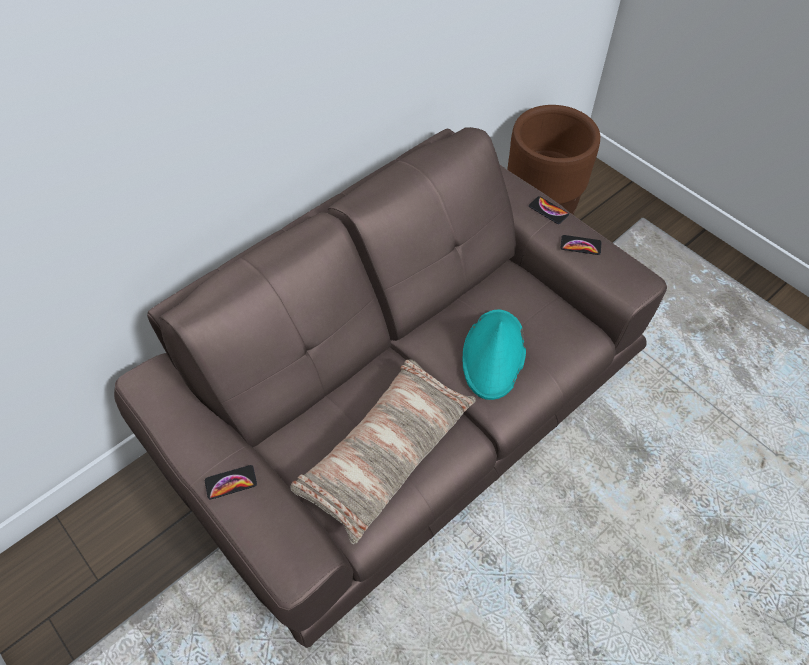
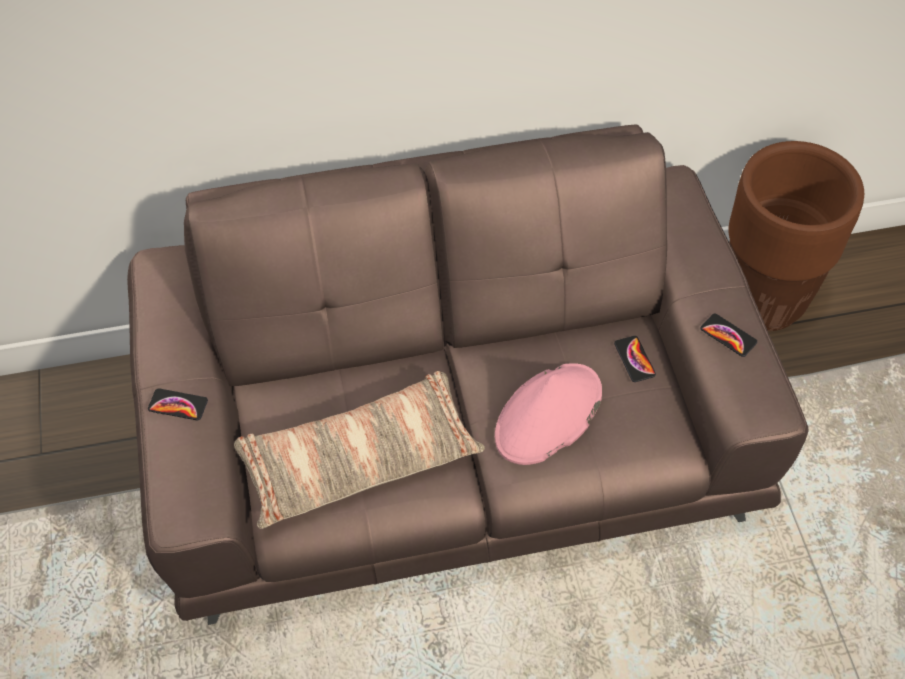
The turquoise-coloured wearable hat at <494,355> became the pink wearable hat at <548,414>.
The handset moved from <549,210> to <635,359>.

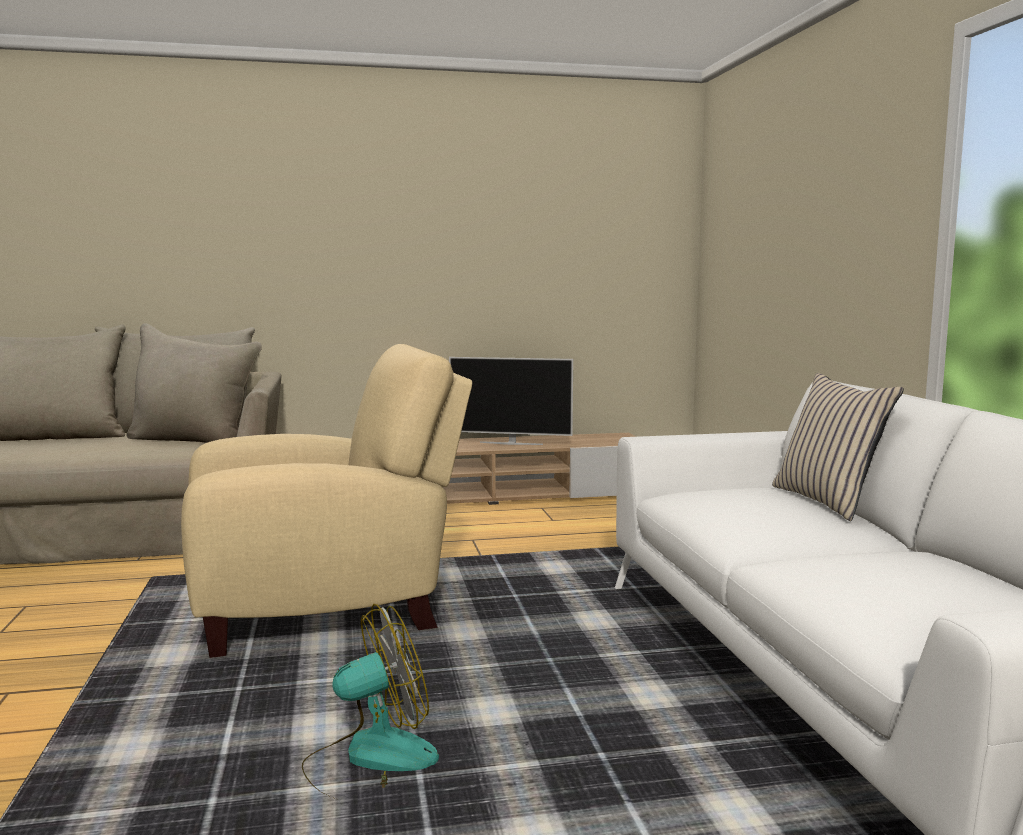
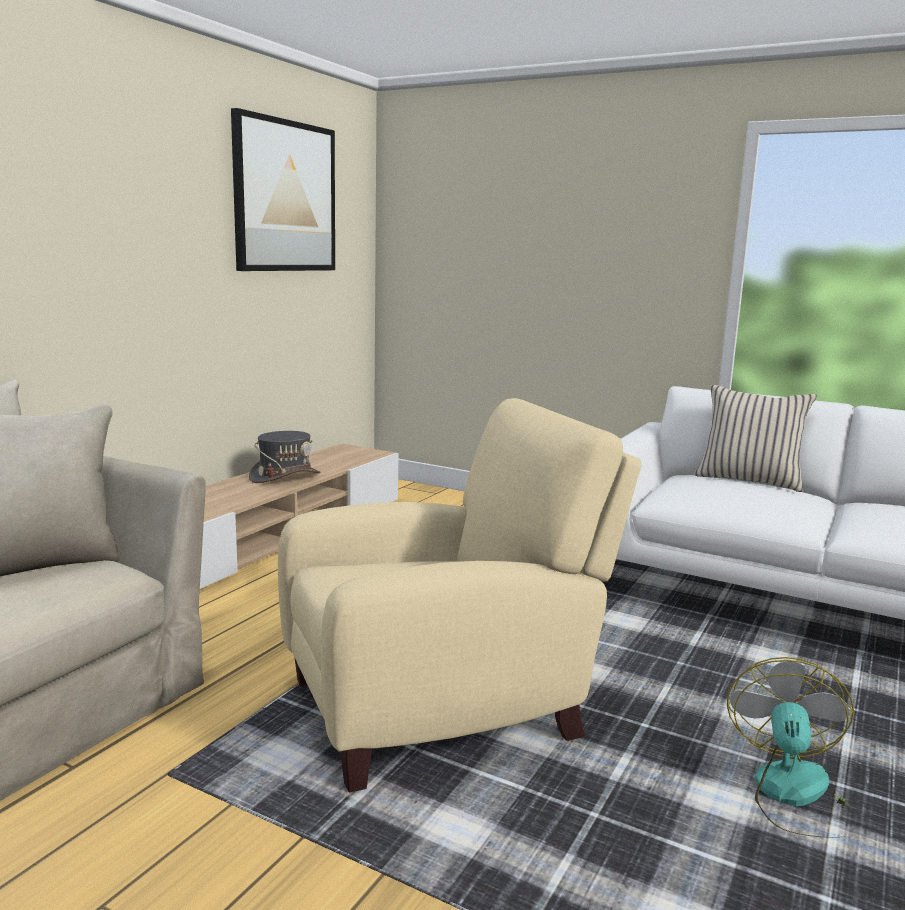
The beige easy chair at <326,501> turned 45 degrees clockwise.
The television at <511,401> was replaced by the greyish wearable hat at <284,457>.
The wall art at <283,189> appeared.

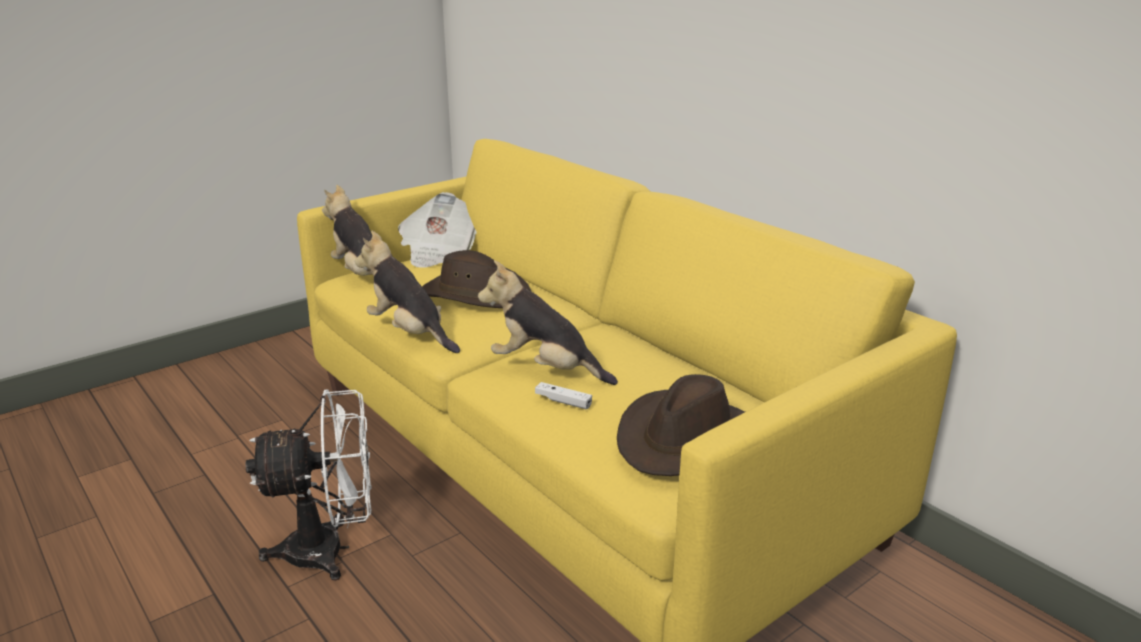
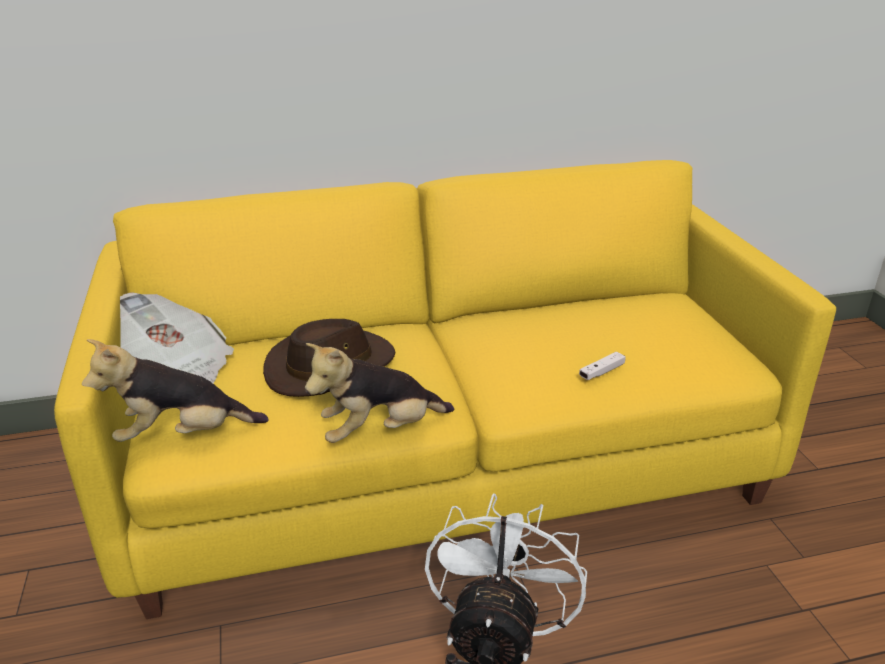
The plush toy at <548,322> disappeared.
The brown-coloured wearable hat at <681,425> disappeared.

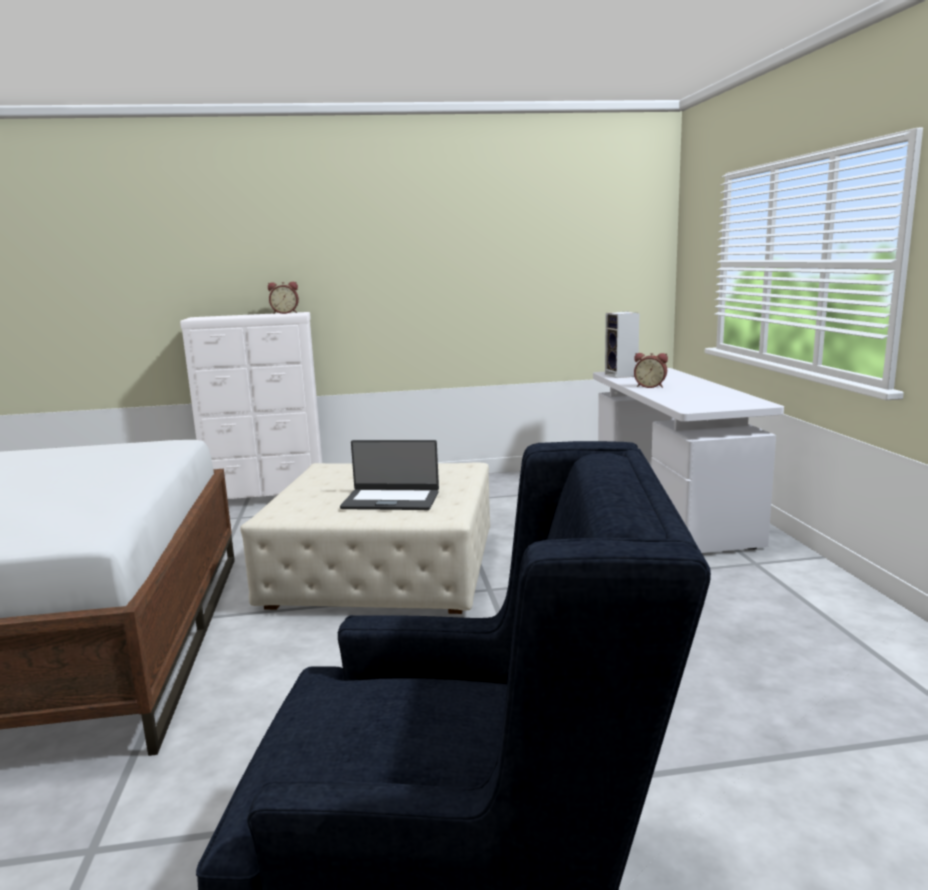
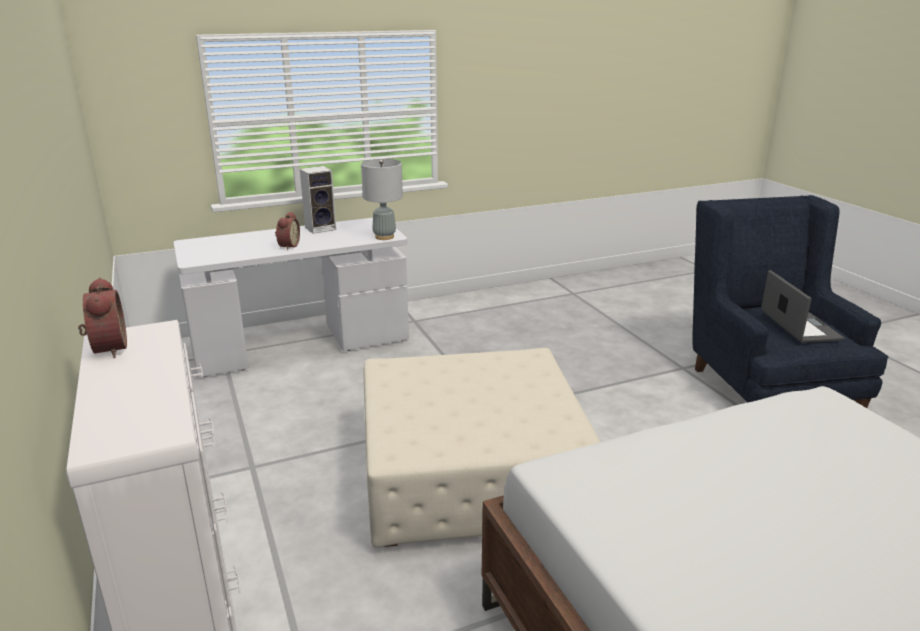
The laptop moved from <389,475> to <803,306>.
The audio speaker moved from <622,345> to <318,200>.
The greyish table lamp at <382,199> appeared.

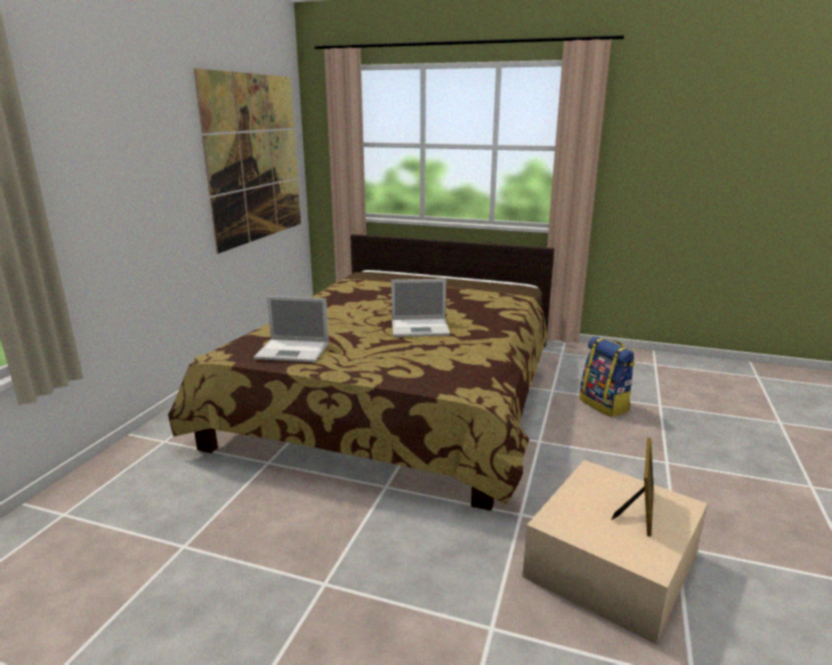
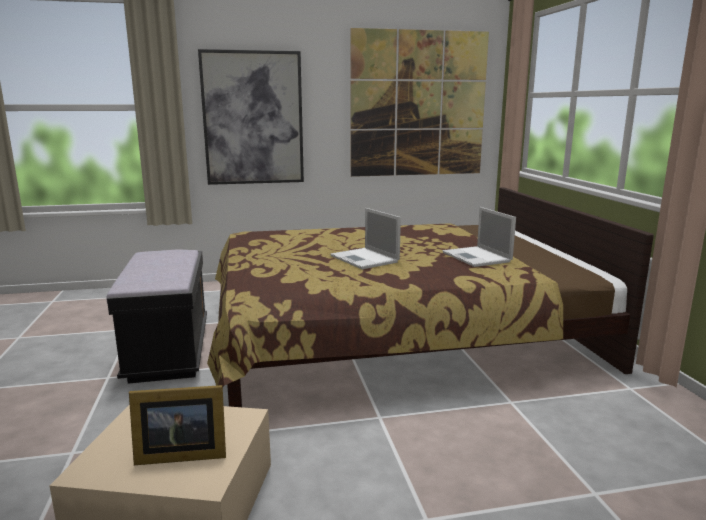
The laptop moved from <291,329> to <479,237>.
The knapsack at <607,376> disappeared.
The blackish long seat at <157,317> appeared.
The wall art at <251,117> appeared.

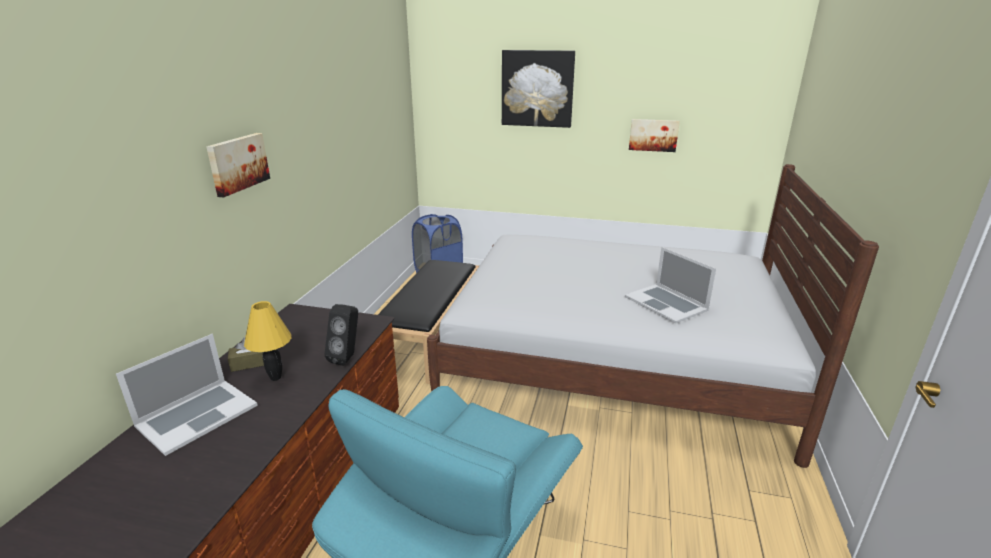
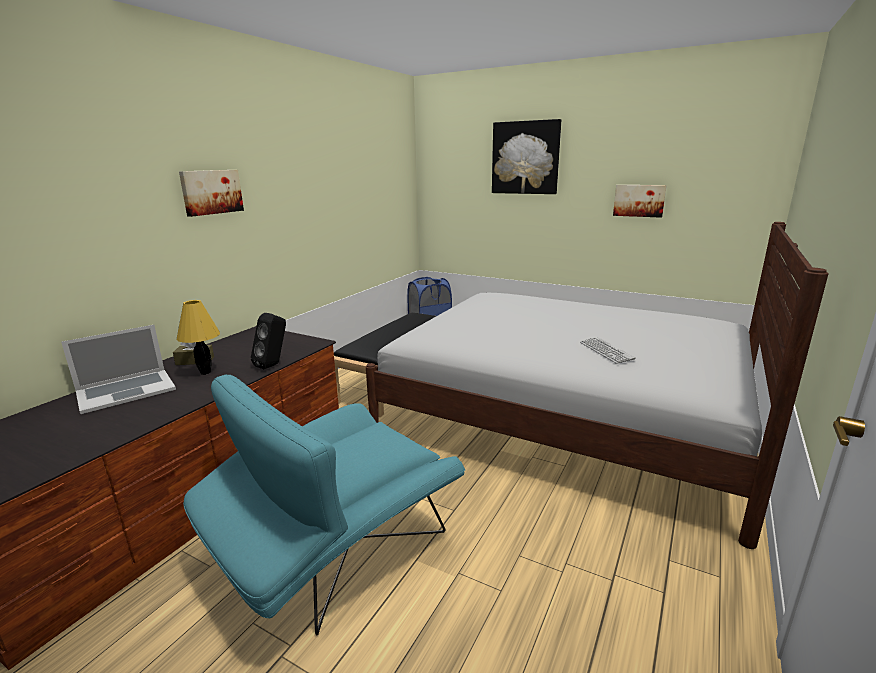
The laptop at <670,285> was replaced by the keyboard at <608,350>.

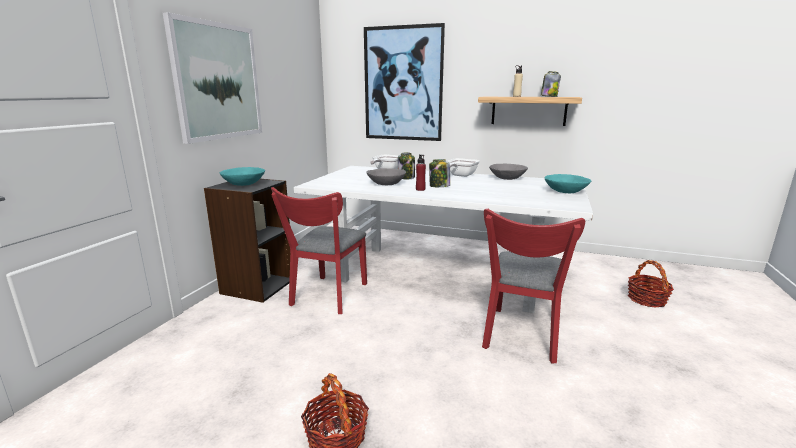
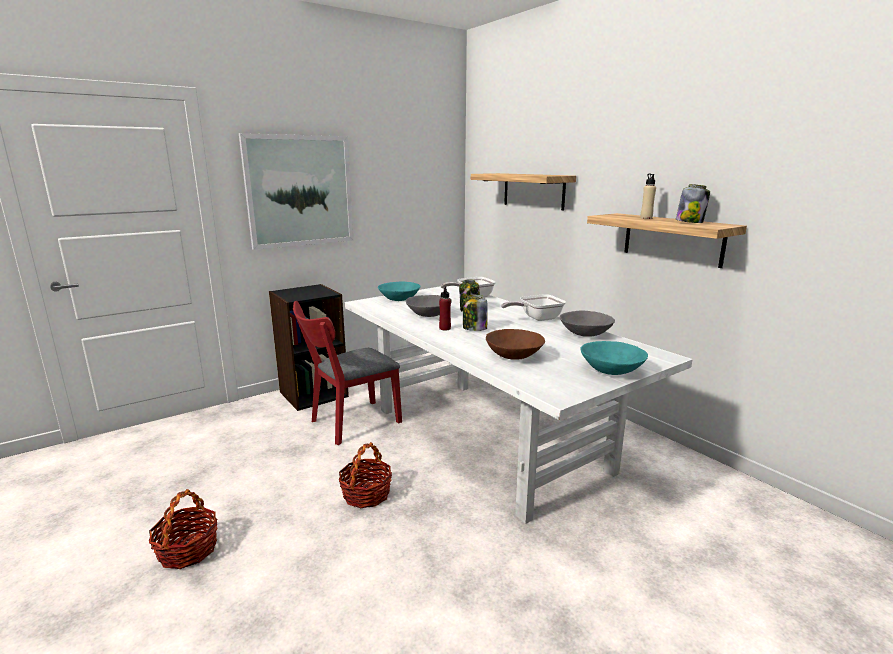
The turquoise-coloured bowl moved from <242,176> to <399,291>.
The wall art at <404,82> was replaced by the bracket shelf at <523,191>.
The reddish plain chair at <533,285> disappeared.
The storage basket moved from <651,284> to <365,475>.
The brown-coloured bowl at <515,344> appeared.

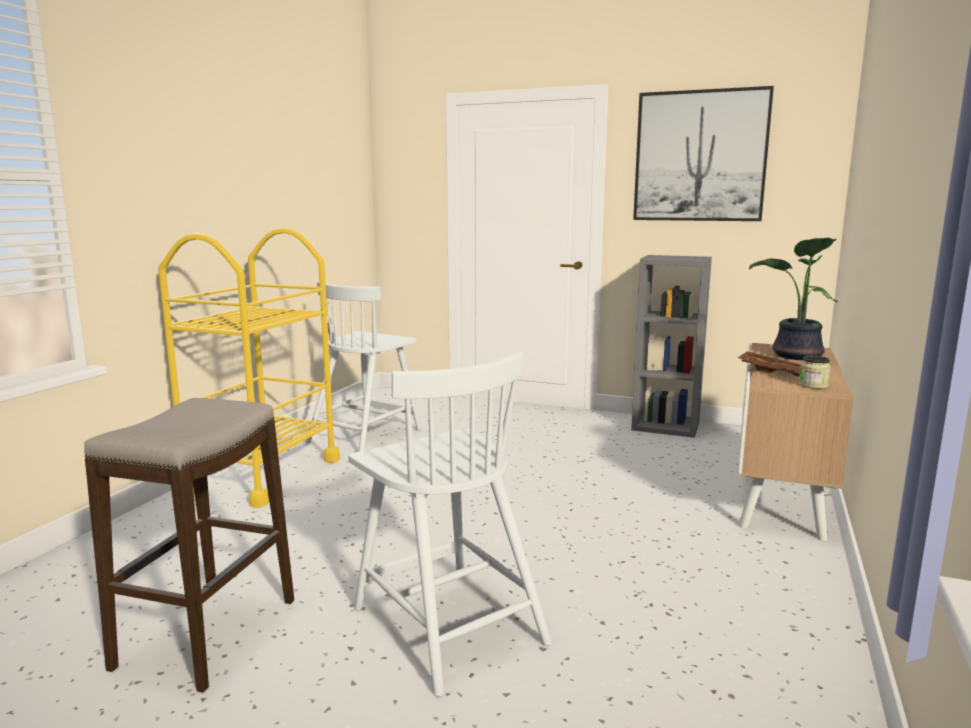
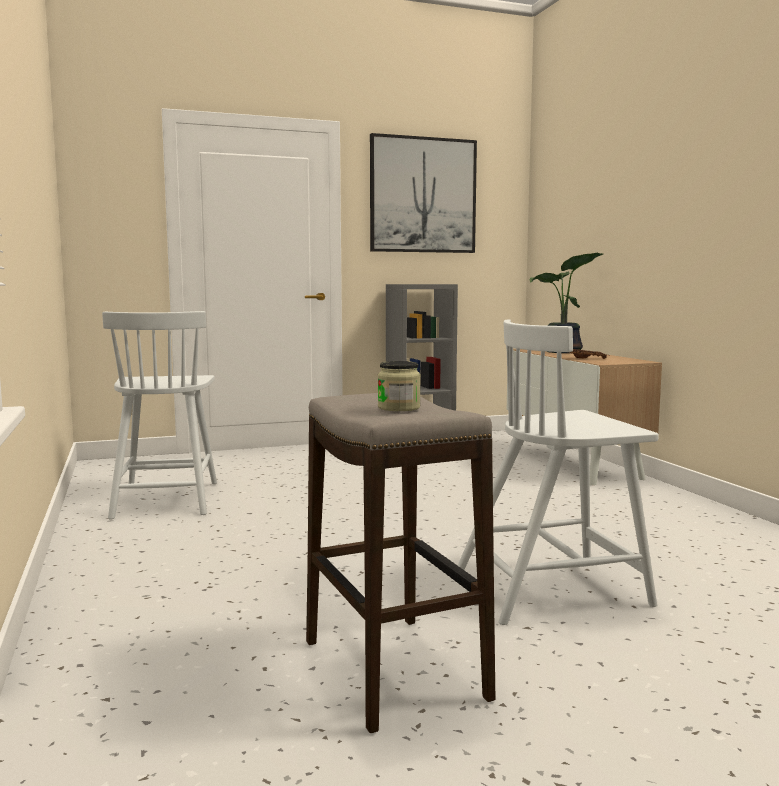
The yellow-coloured trolley at <249,368> disappeared.
The whitish plain chair at <450,524> turned 150 degrees clockwise.
The preserve jar moved from <815,372> to <399,386>.

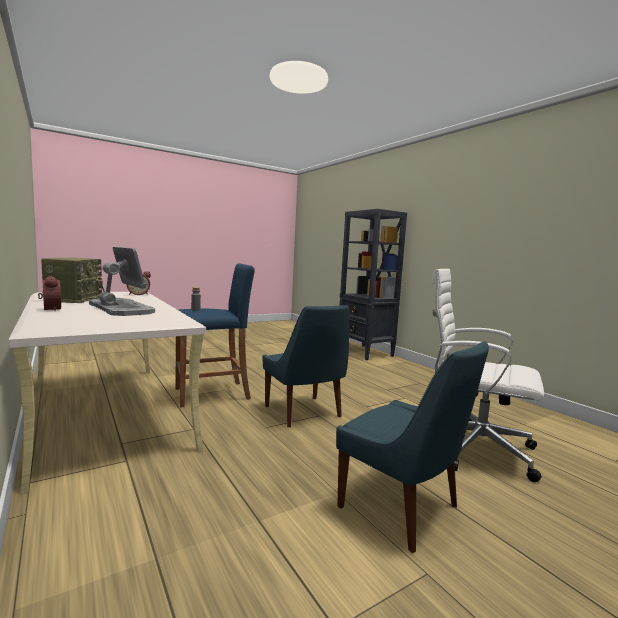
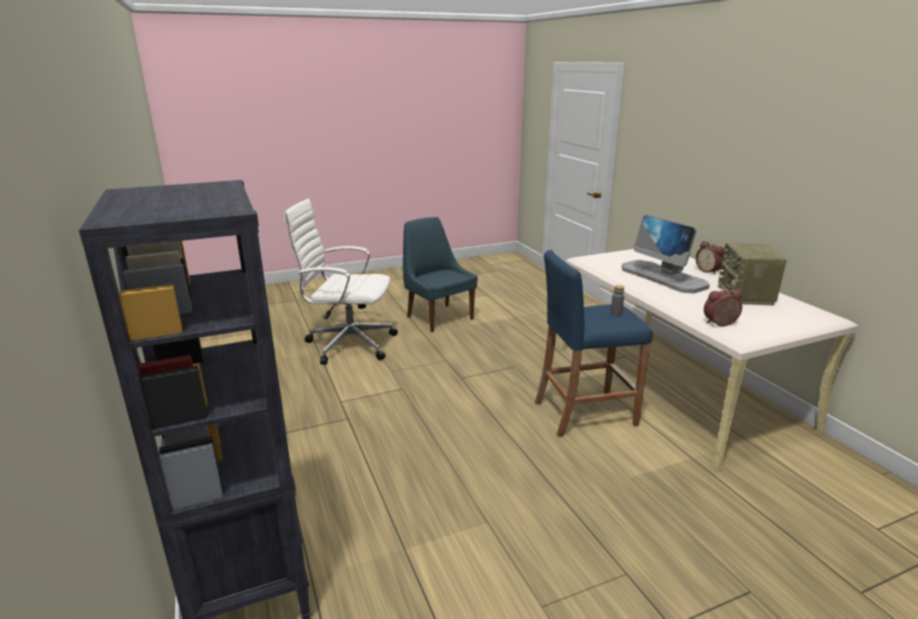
The blue plain chair at <305,366> disappeared.
The whitish office chair at <488,375> turned 150 degrees clockwise.

